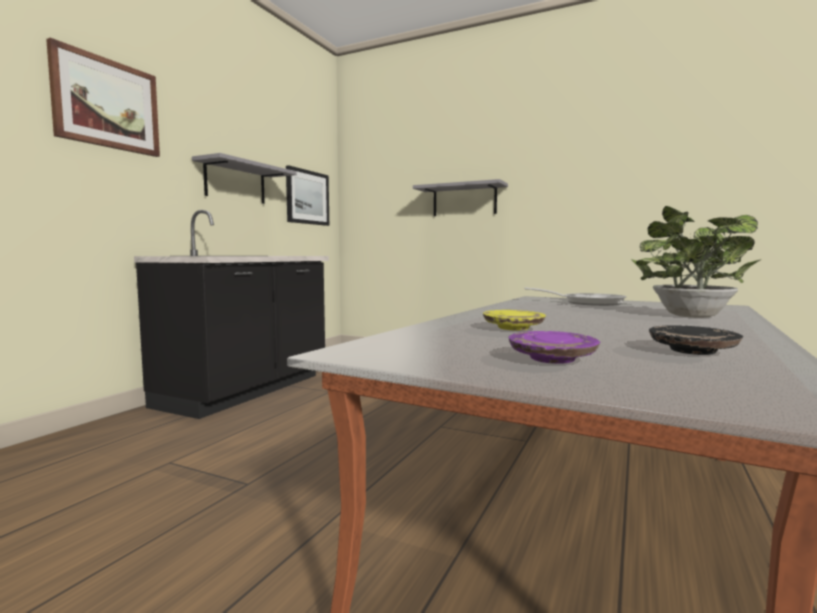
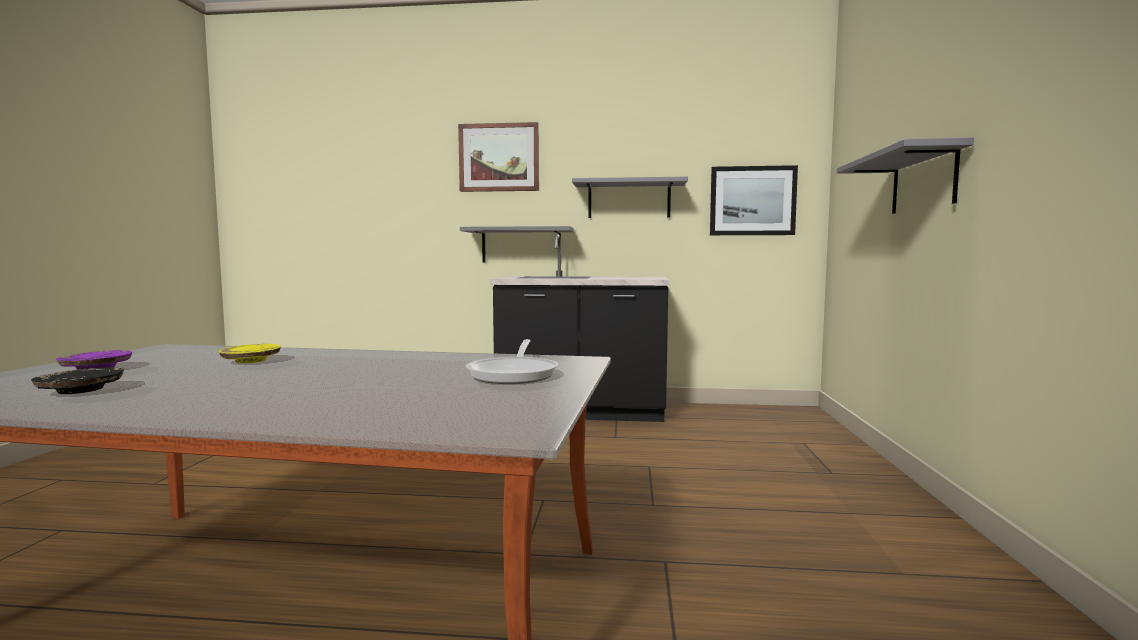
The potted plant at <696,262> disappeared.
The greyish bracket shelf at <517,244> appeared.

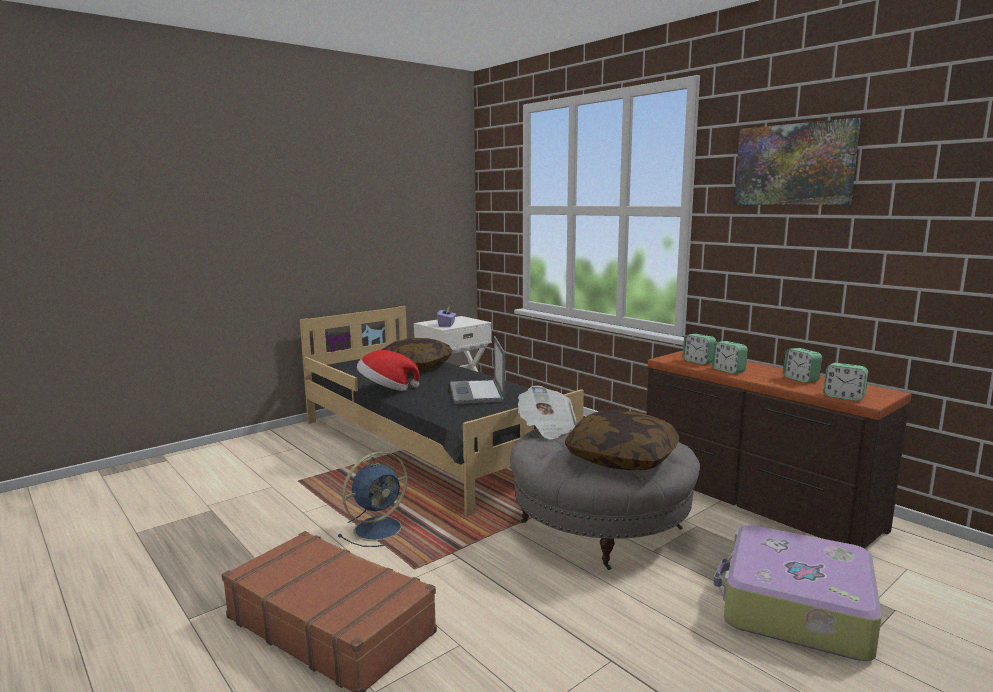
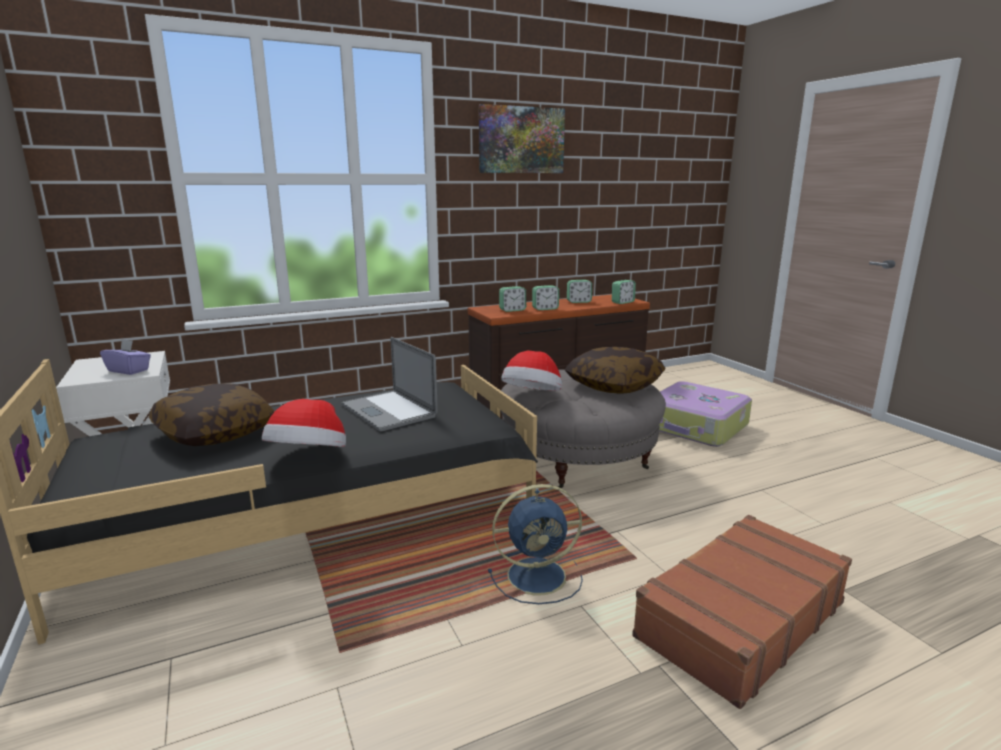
The blue fan at <373,499> turned 105 degrees clockwise.
The laptop at <477,370> turned 45 degrees clockwise.
The printed paper at <547,412> was replaced by the wearable hat at <531,371>.

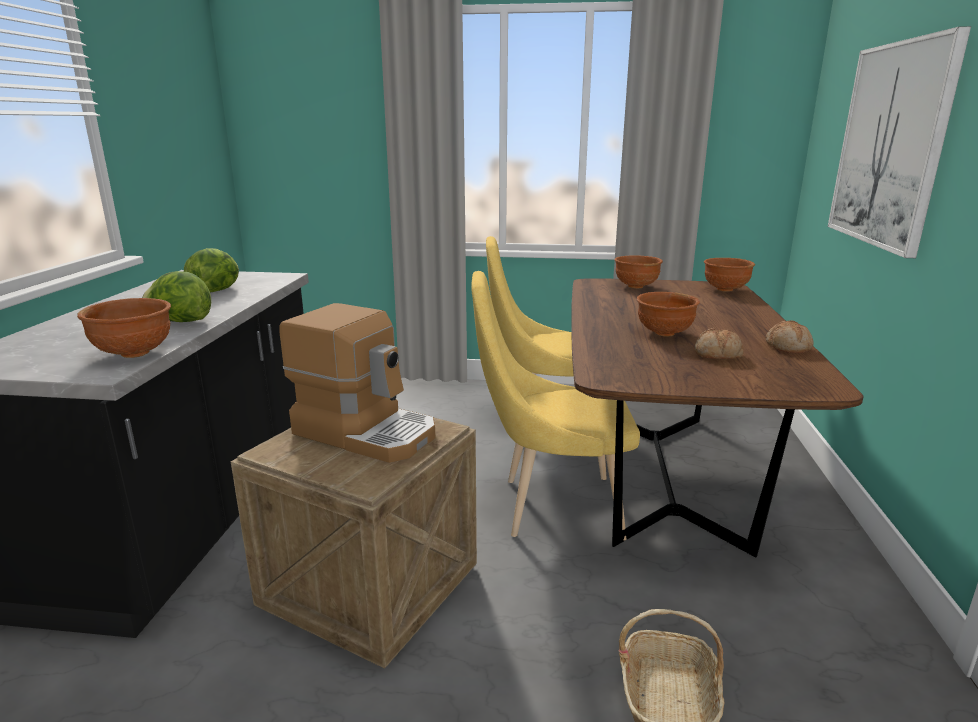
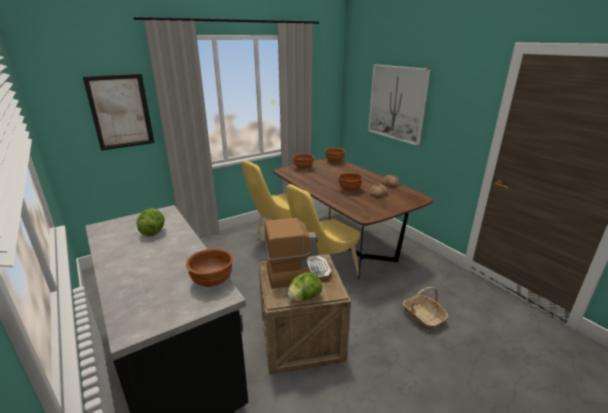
The lettuce head moved from <176,296> to <305,286>.
The wall art at <118,112> appeared.

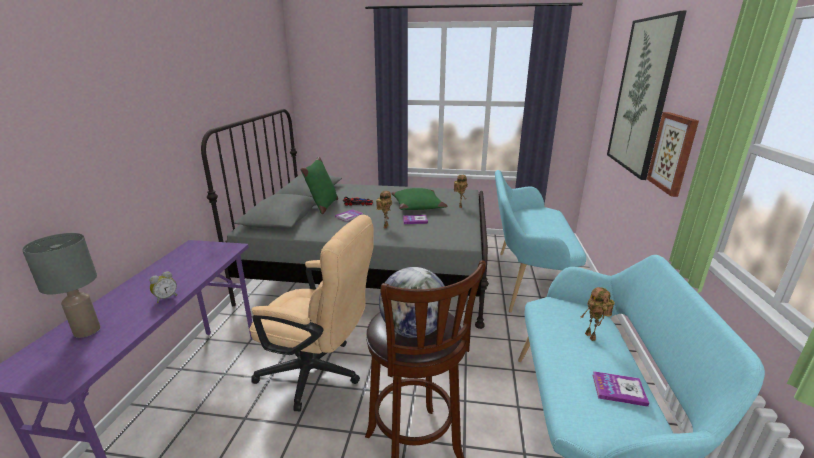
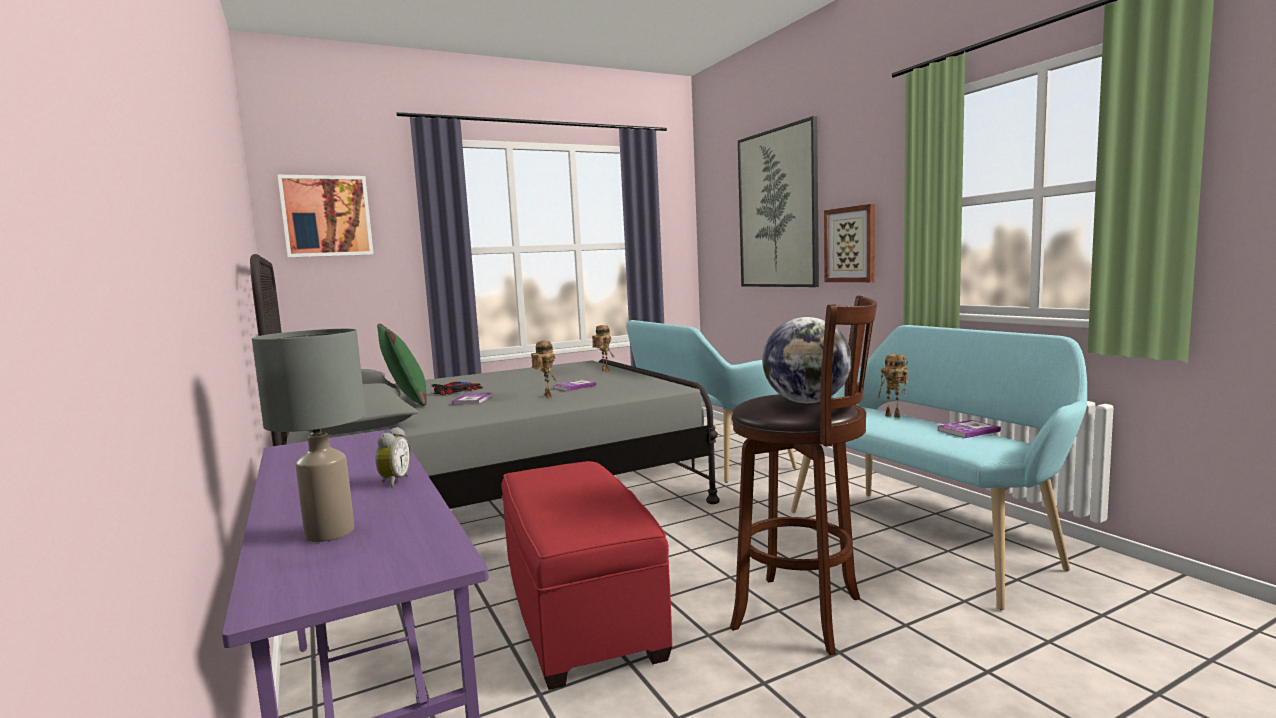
The beige office chair at <311,313> was replaced by the reddish pouffe at <587,575>.
The greenish pillow at <419,199> disappeared.
The wall art at <326,216> appeared.

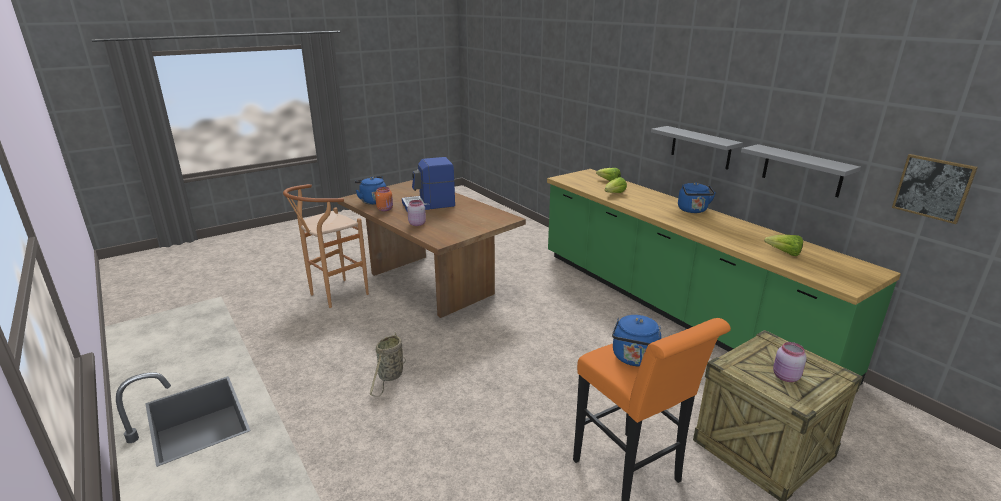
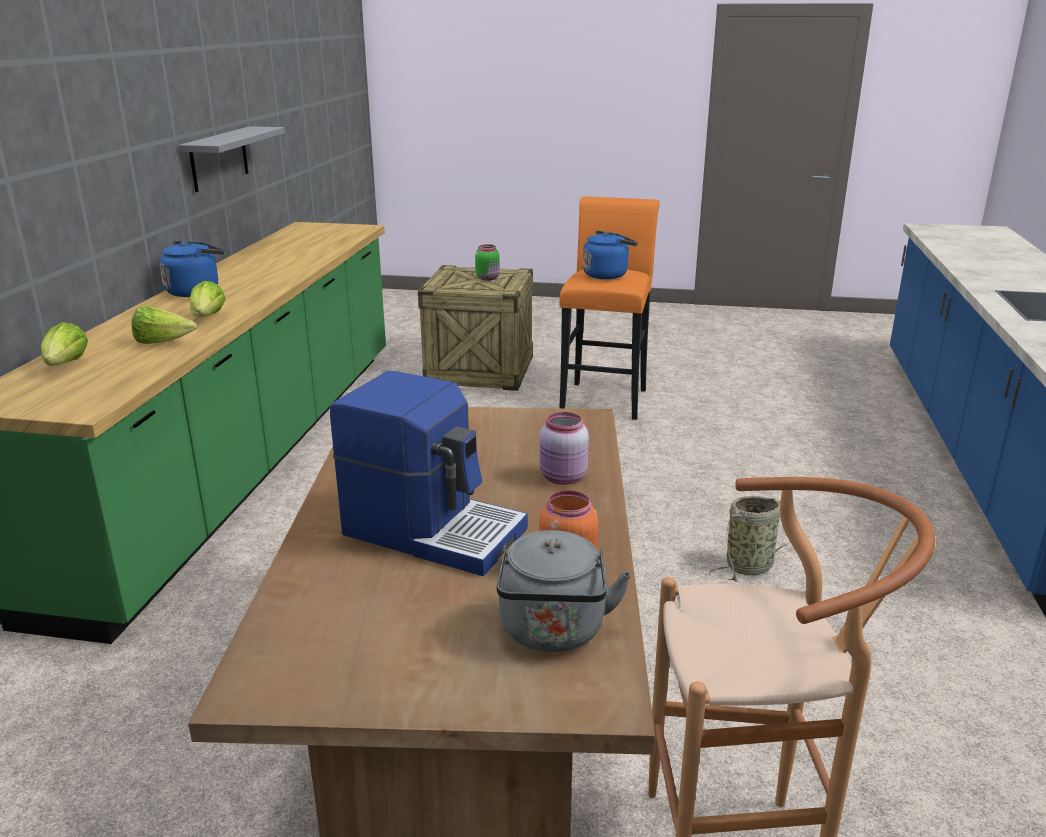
The blue kettle at <370,190> became the greyish kettle at <564,591>.
The greyish bracket shelf at <697,148> disappeared.
The lettuce head moved from <783,245> to <208,299>.
The pink preserve jar at <790,362> became the greenish preserve jar at <487,262>.
The wall art at <935,189> disappeared.

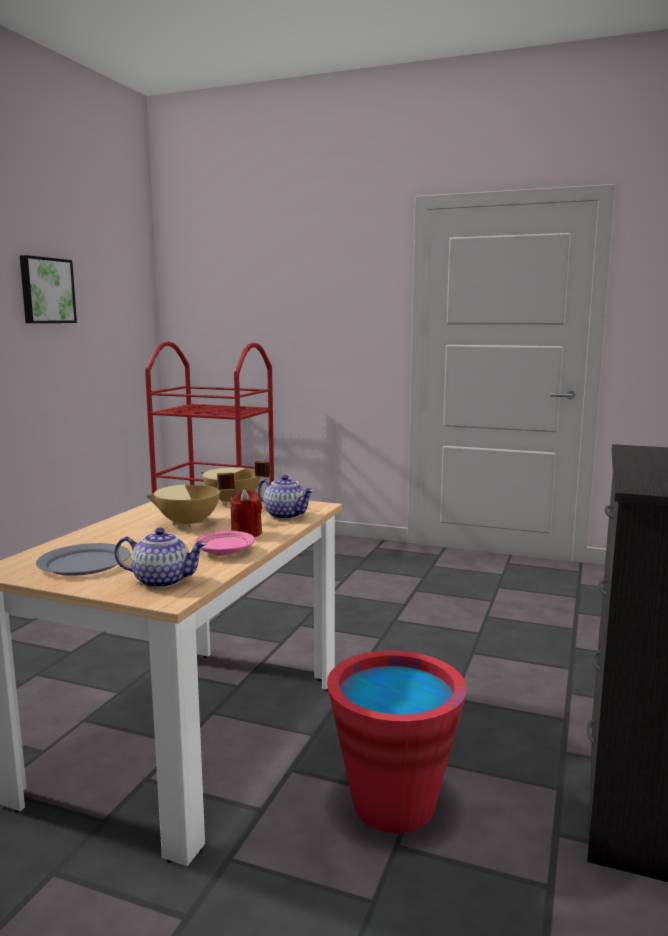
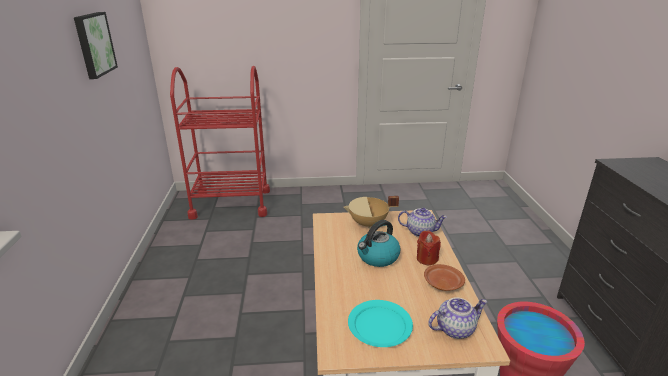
The greyish plate at <83,559> became the turquoise-coloured plate at <380,323>.
The beige cooking pot at <189,500> was replaced by the kettle at <378,243>.
The pink plate at <225,543> became the brown-coloured plate at <444,277>.

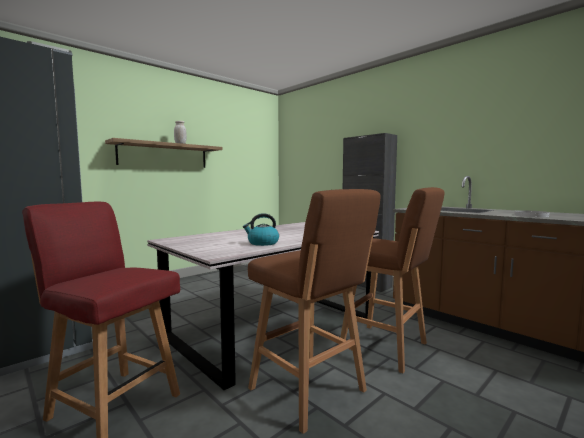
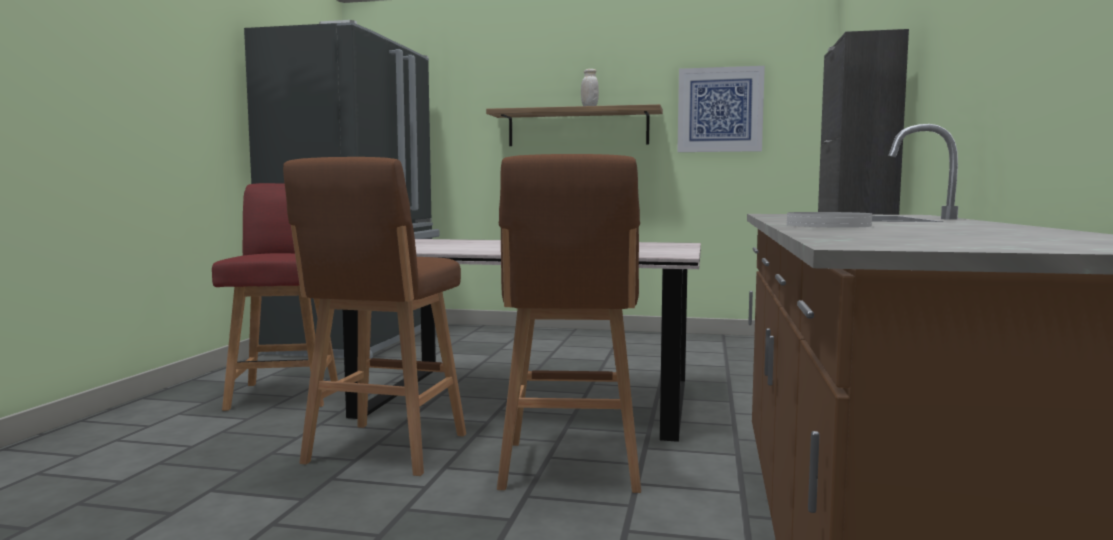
The kettle at <261,229> disappeared.
The wall art at <721,109> appeared.

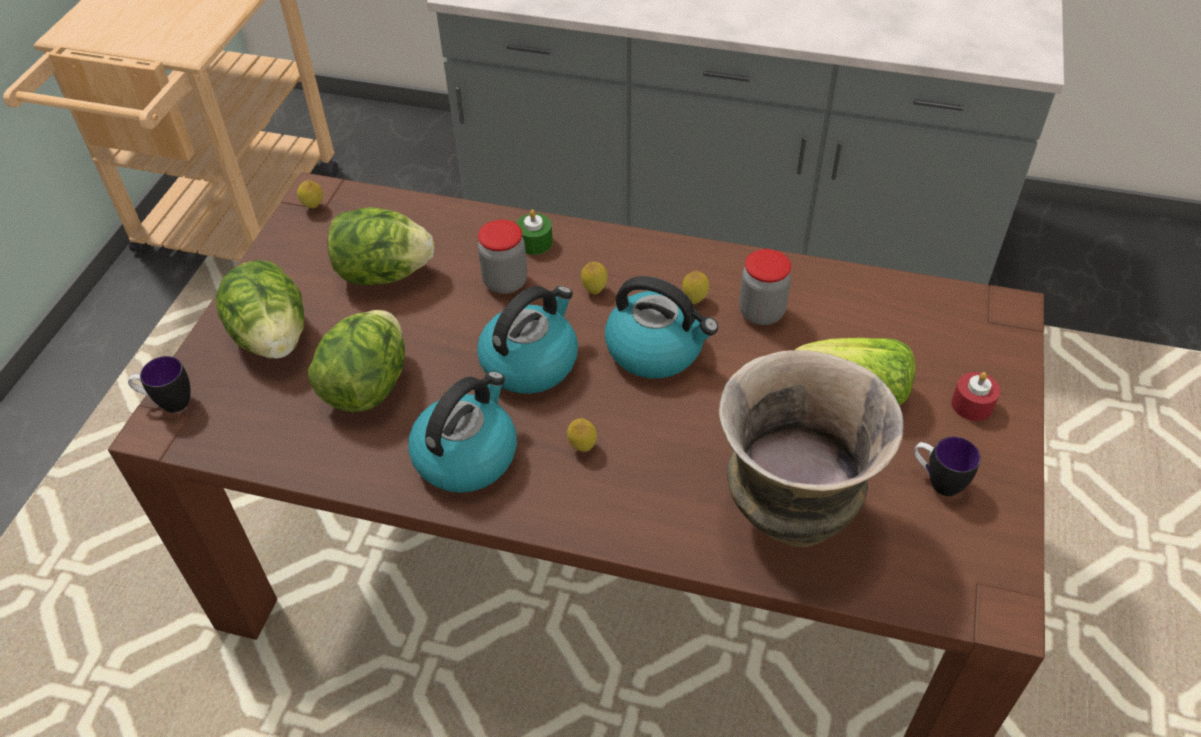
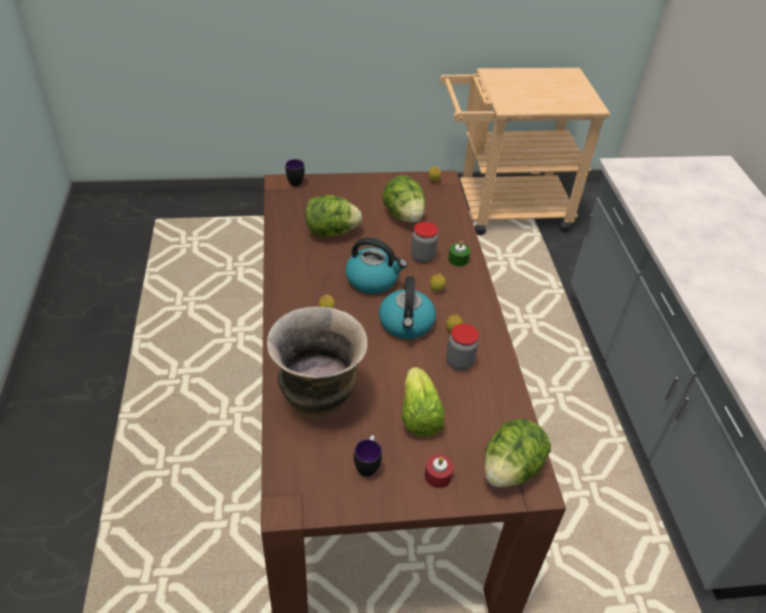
The lettuce head moved from <260,309> to <517,453>.
The kettle at <462,432> disappeared.

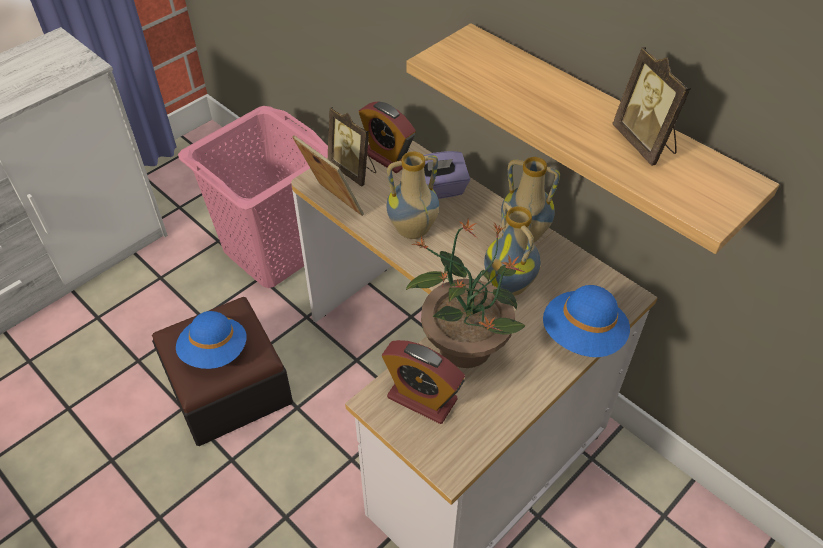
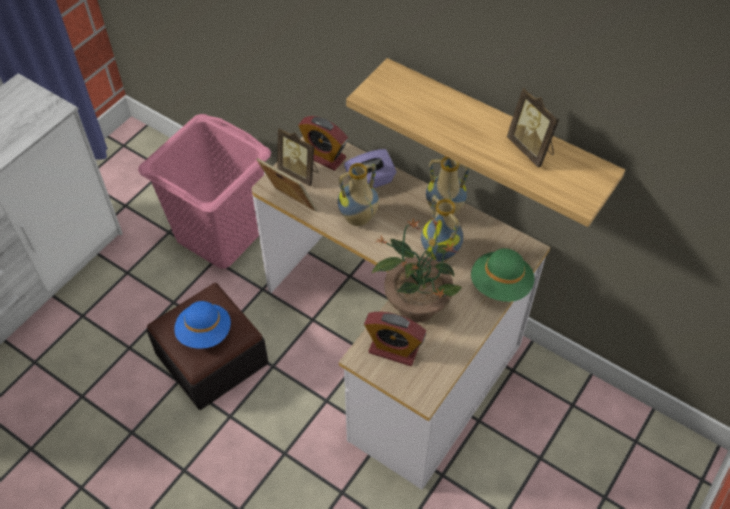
The blue wearable hat at <586,321> became the greenish wearable hat at <503,275>.

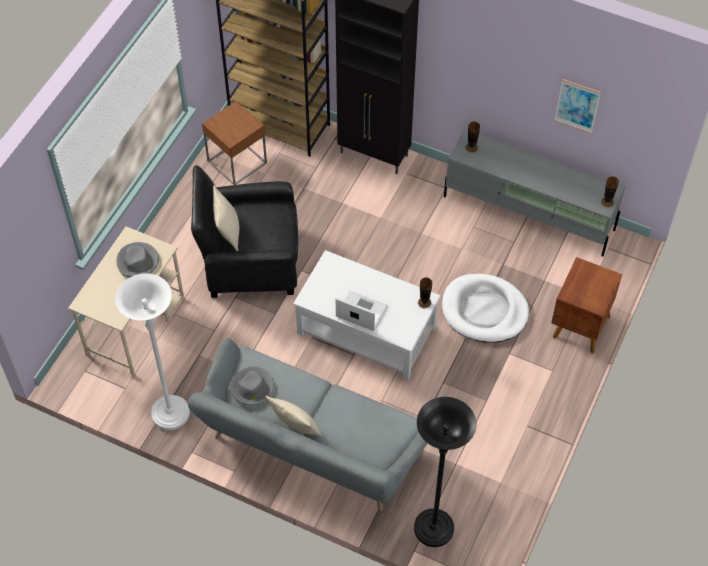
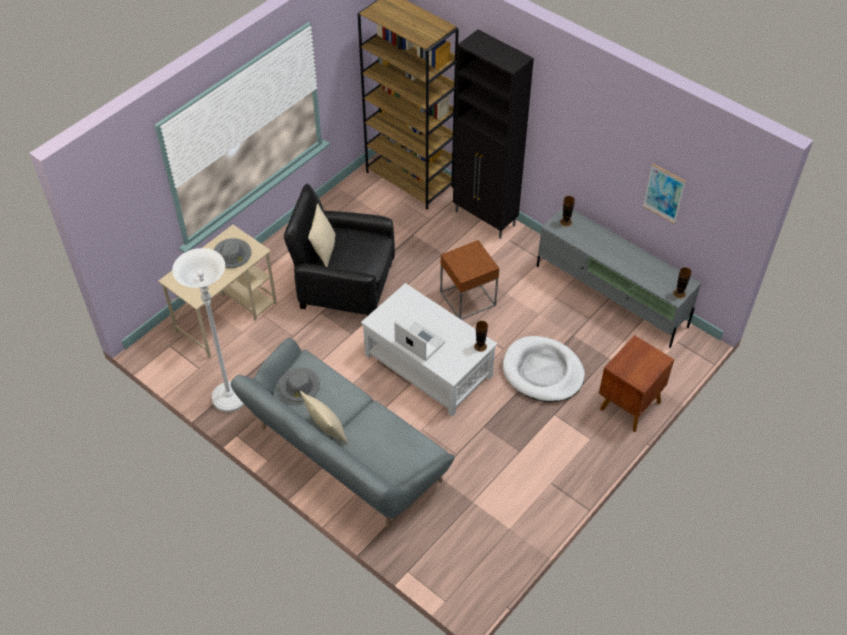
The brown-coloured side table moved from <234,143> to <469,280>.
The blackish standard lamp at <445,472> disappeared.

